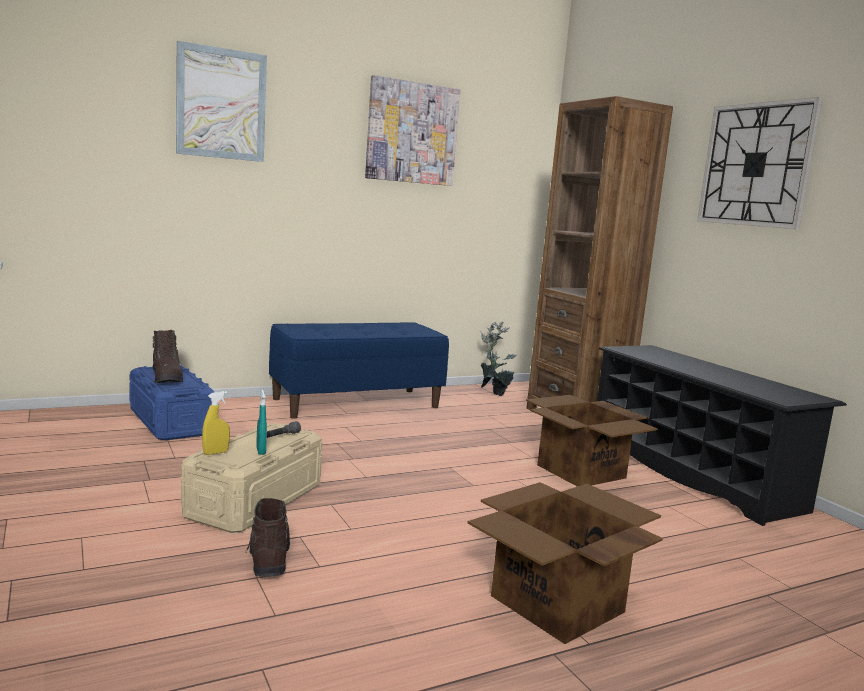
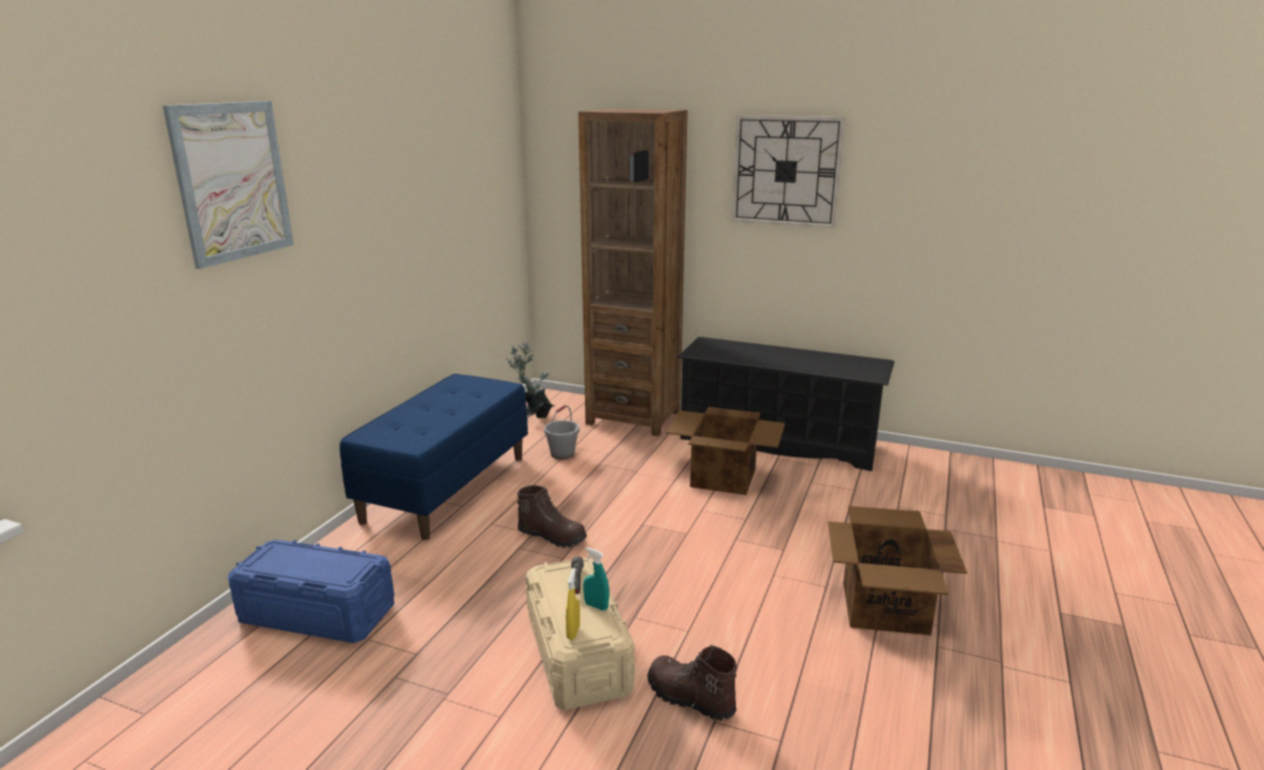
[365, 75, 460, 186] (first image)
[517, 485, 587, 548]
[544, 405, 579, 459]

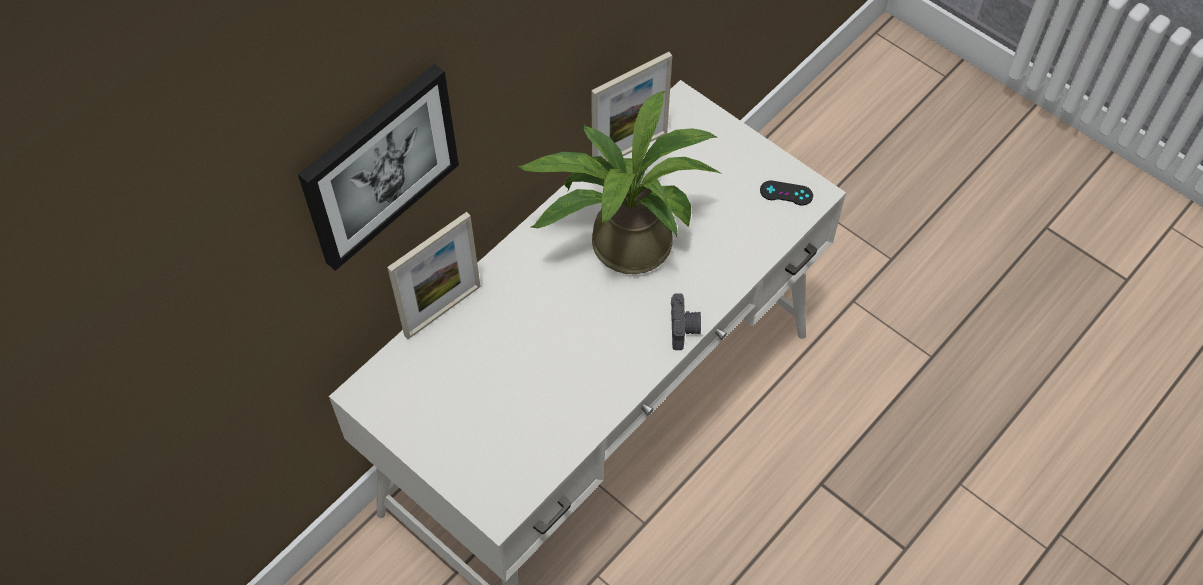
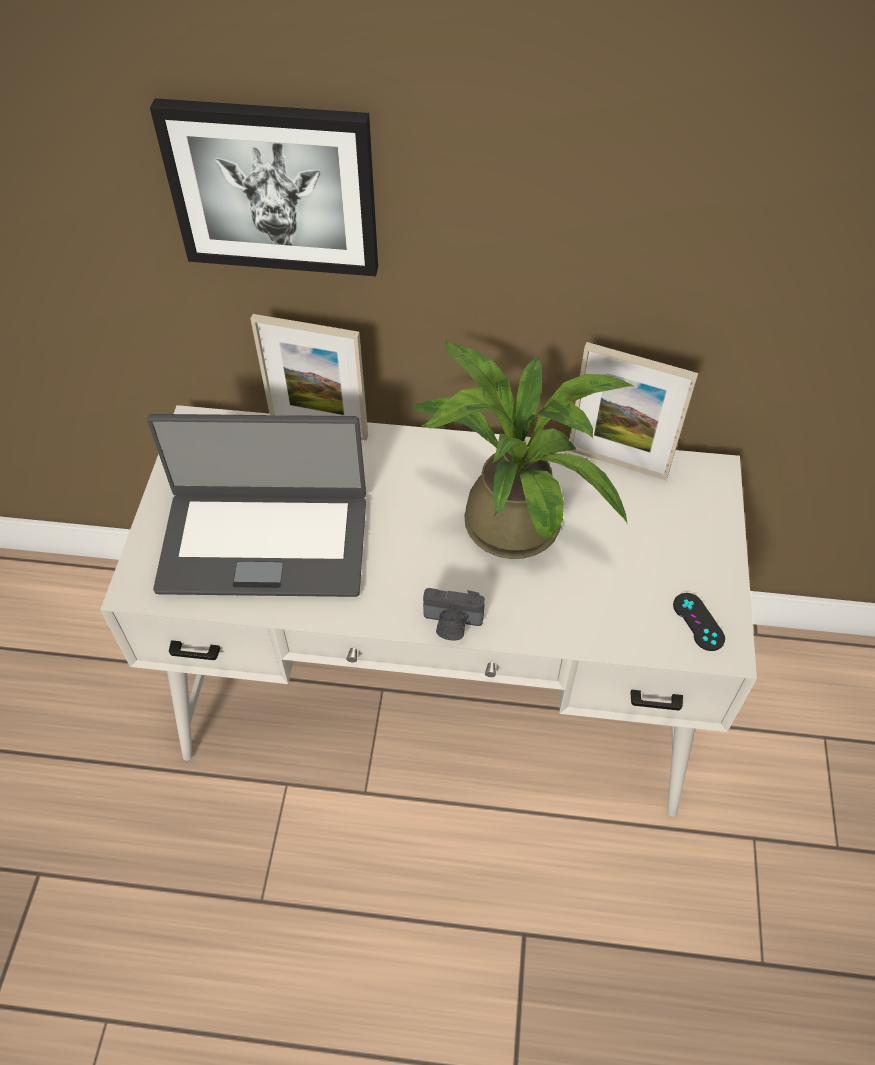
[423, 588, 485, 641]
[147, 414, 366, 597]

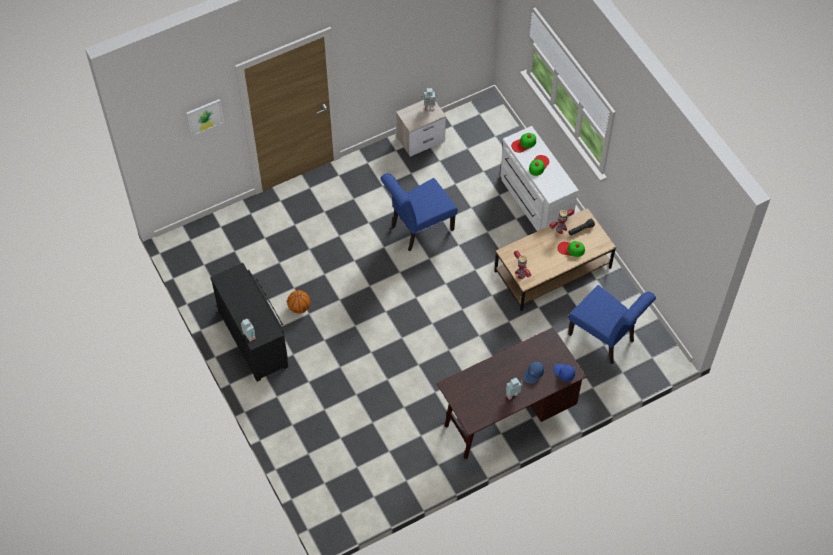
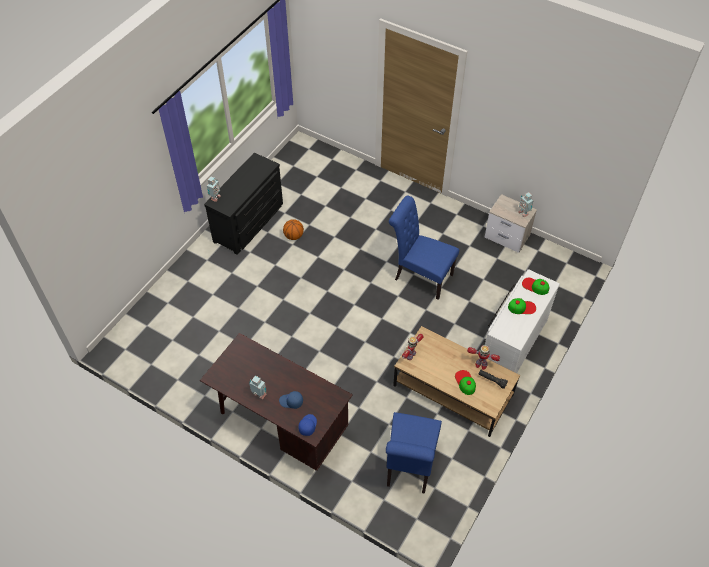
[186, 99, 224, 136] (first image)

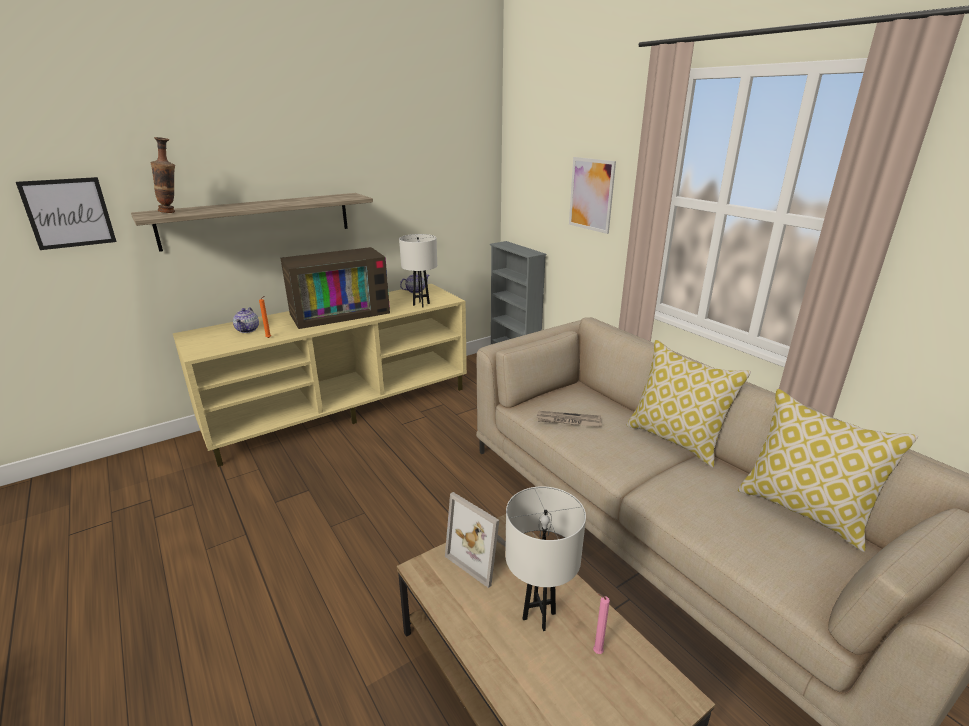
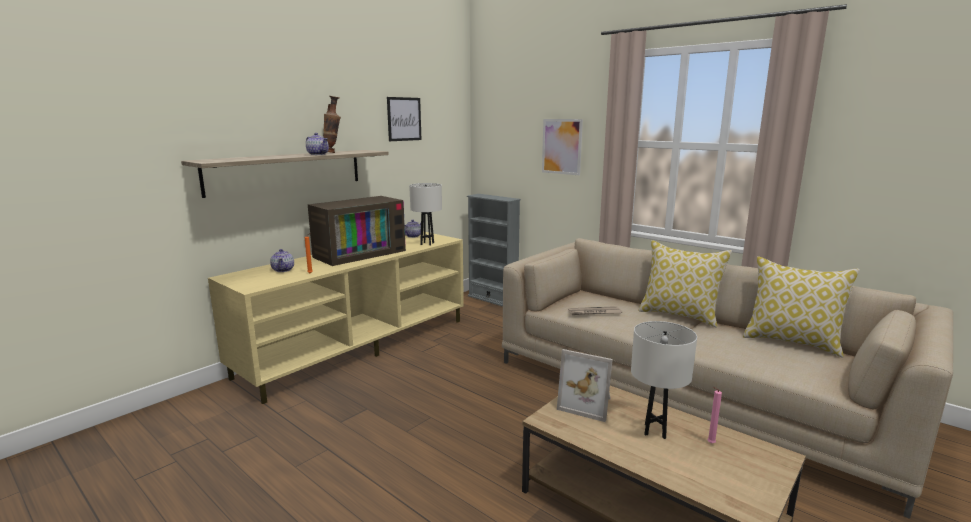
[323, 96, 341, 153]
[387, 97, 422, 141]
[306, 133, 329, 155]

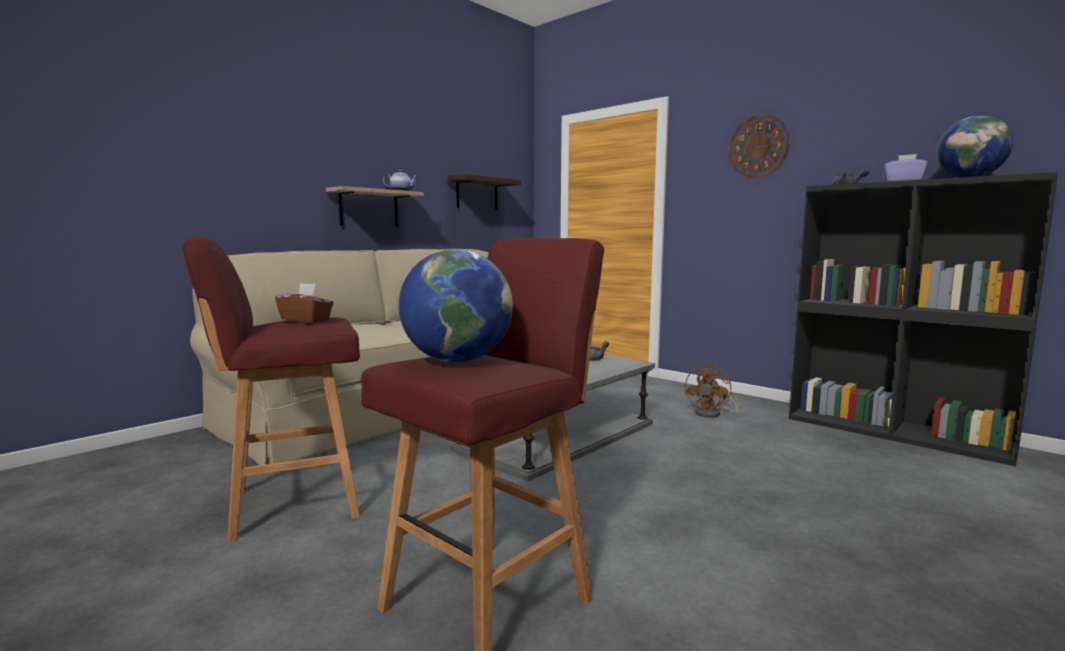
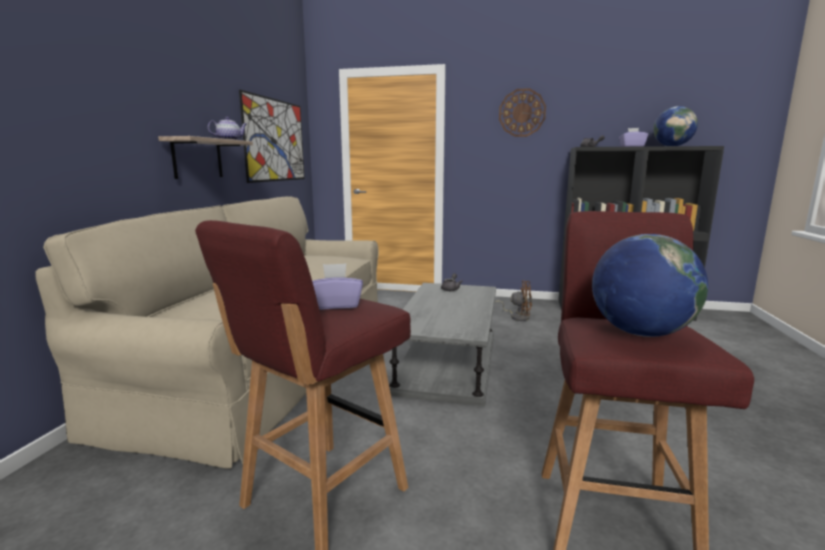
[239, 90, 305, 183]
[312, 263, 363, 310]
[493, 281, 532, 321]

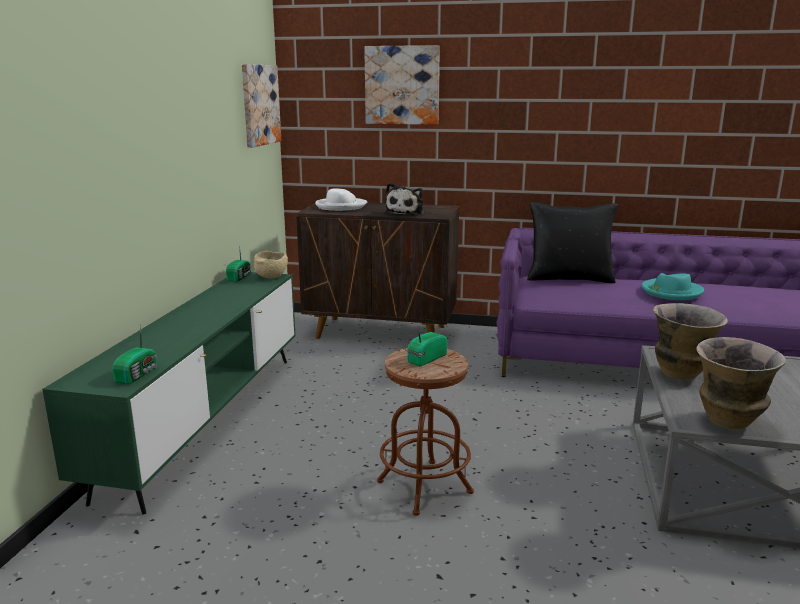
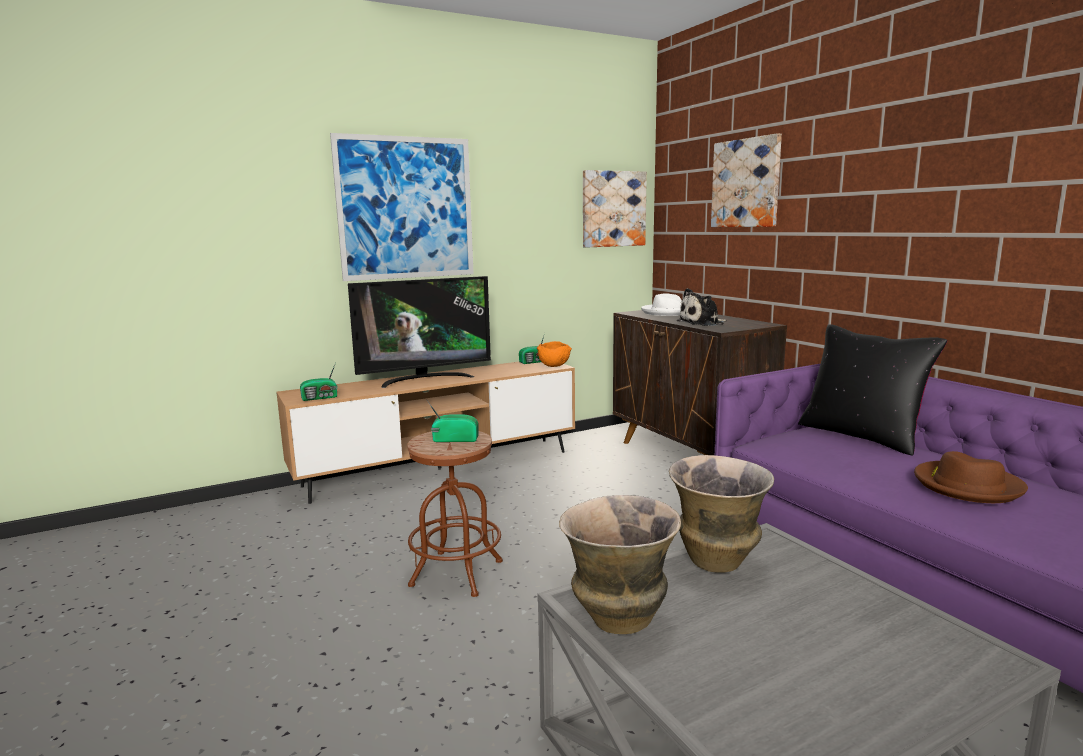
[537, 341, 572, 367]
[276, 362, 575, 504]
[914, 451, 1028, 503]
[330, 133, 474, 281]
[348, 276, 491, 388]

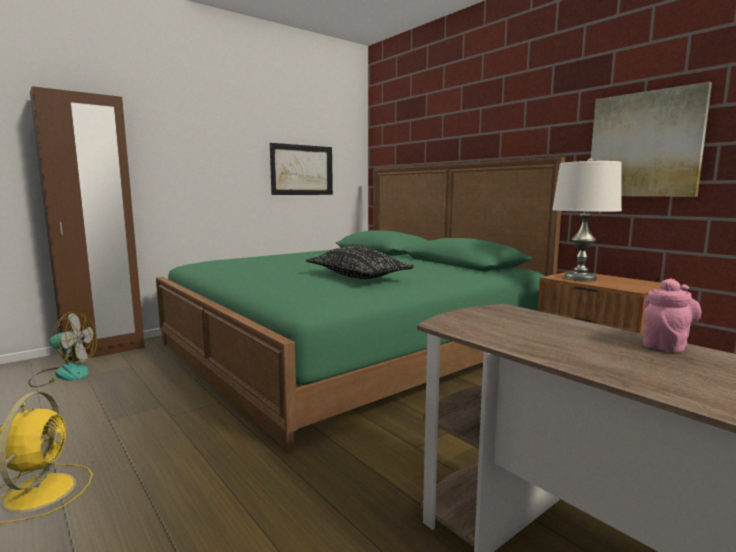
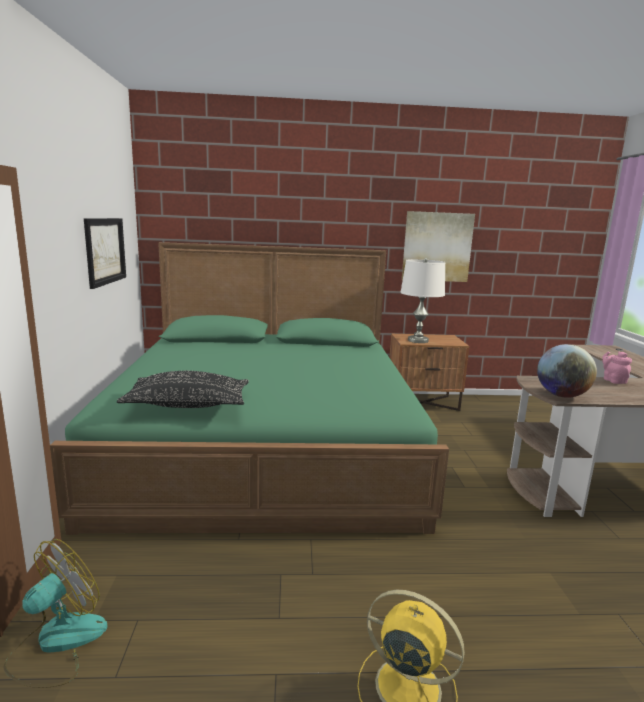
[117, 371, 249, 408]
[537, 344, 597, 398]

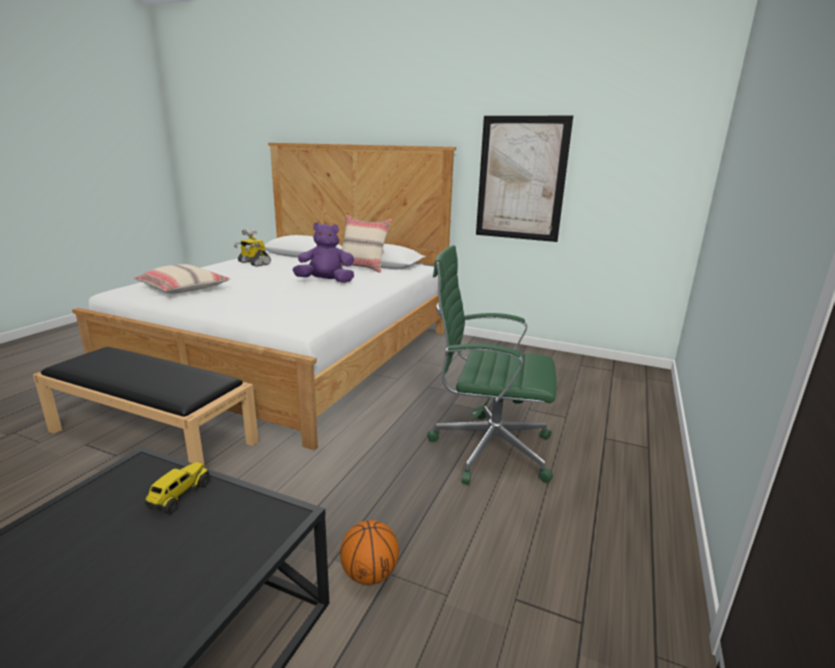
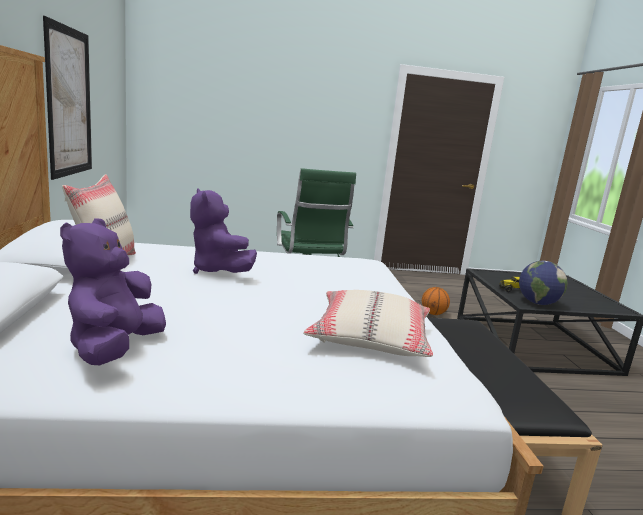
[60, 218, 166, 365]
[519, 261, 568, 305]

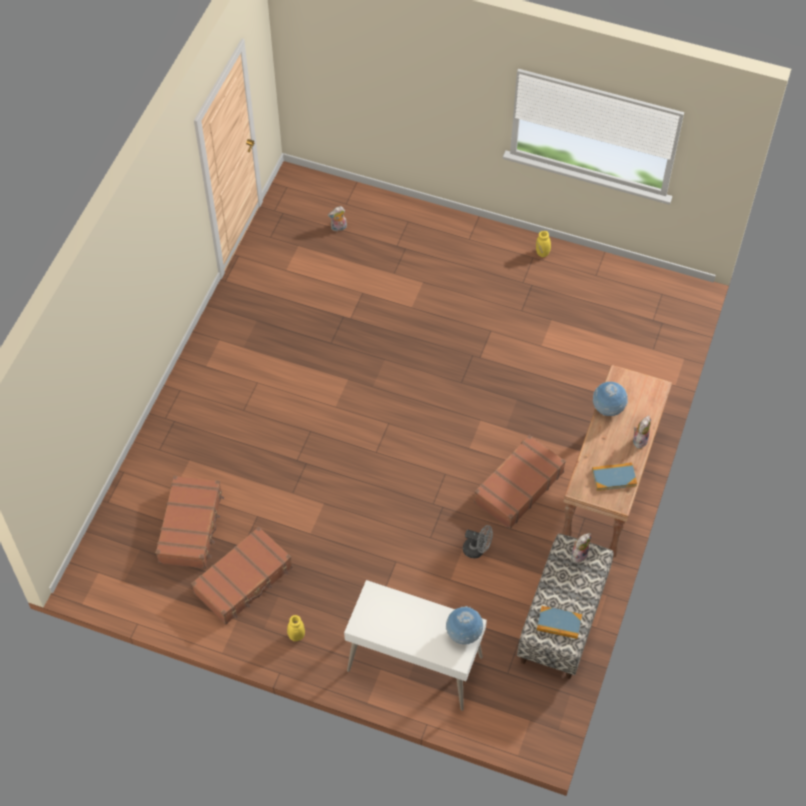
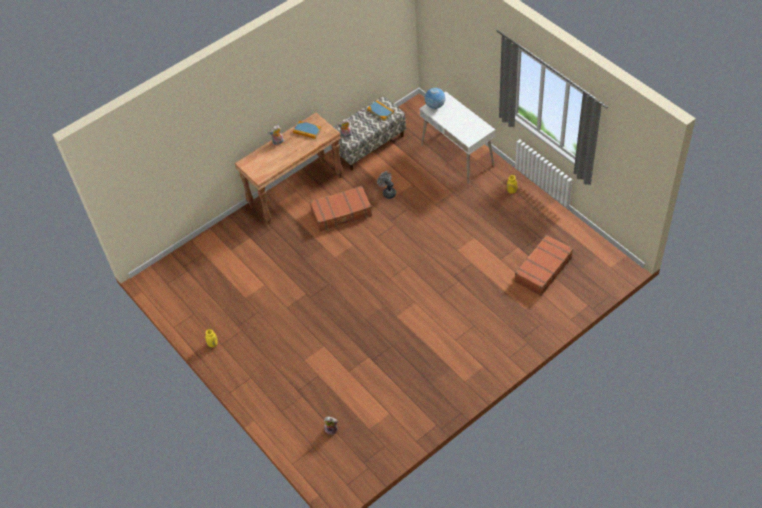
[593, 382, 628, 416] (first image)
[191, 526, 292, 624] (first image)

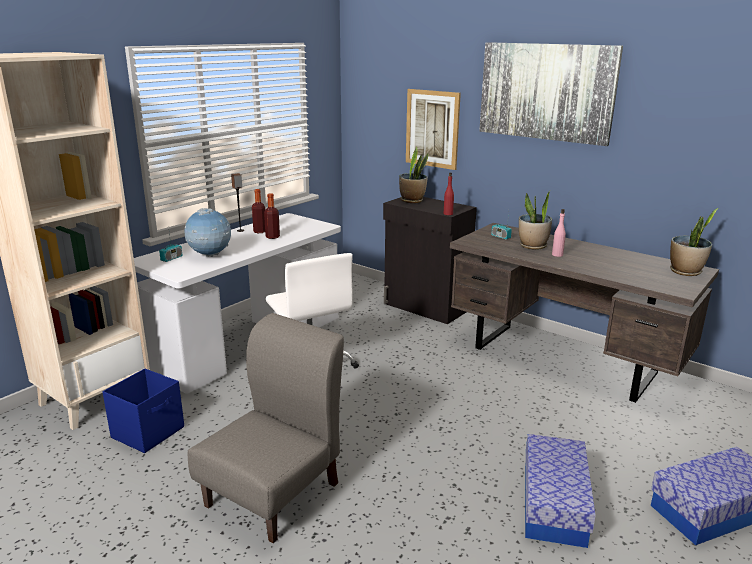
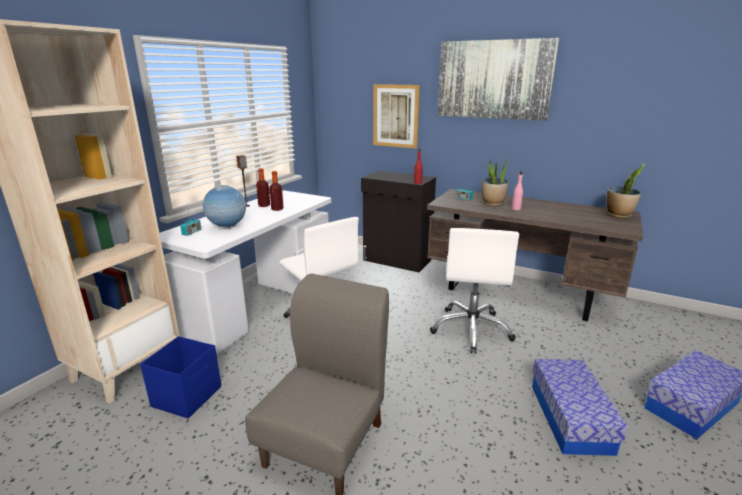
[399, 147, 428, 203] (first image)
[430, 228, 519, 354]

